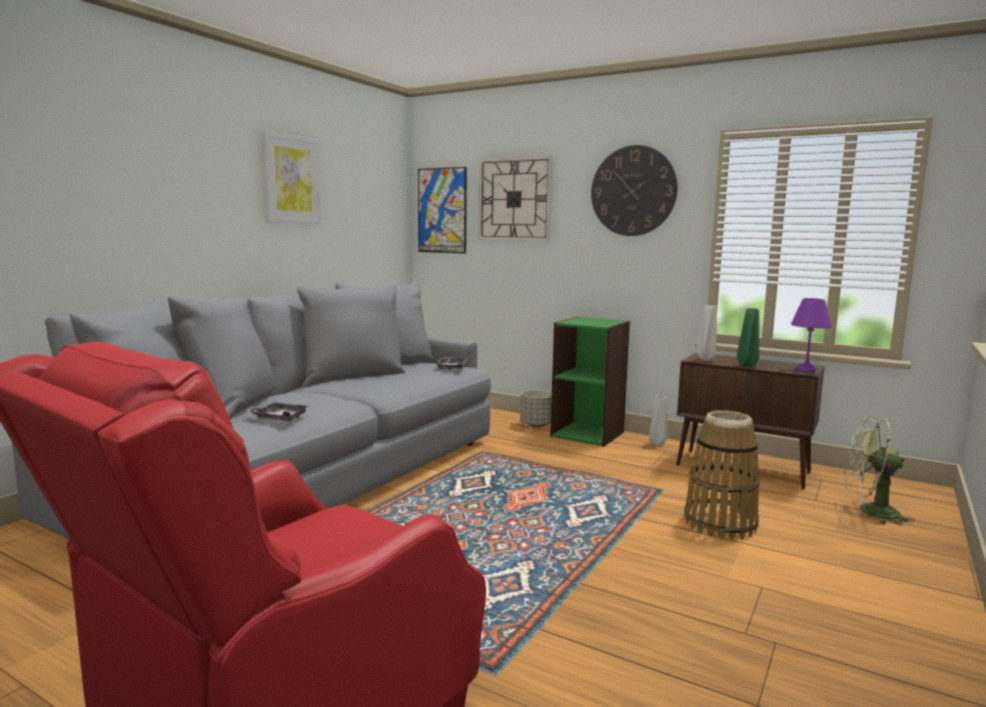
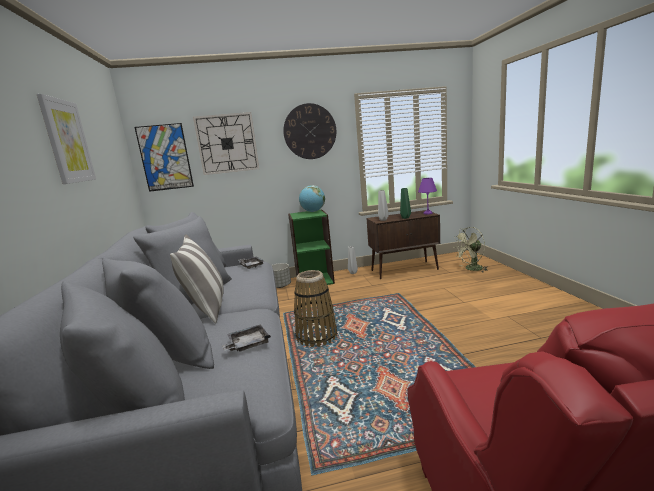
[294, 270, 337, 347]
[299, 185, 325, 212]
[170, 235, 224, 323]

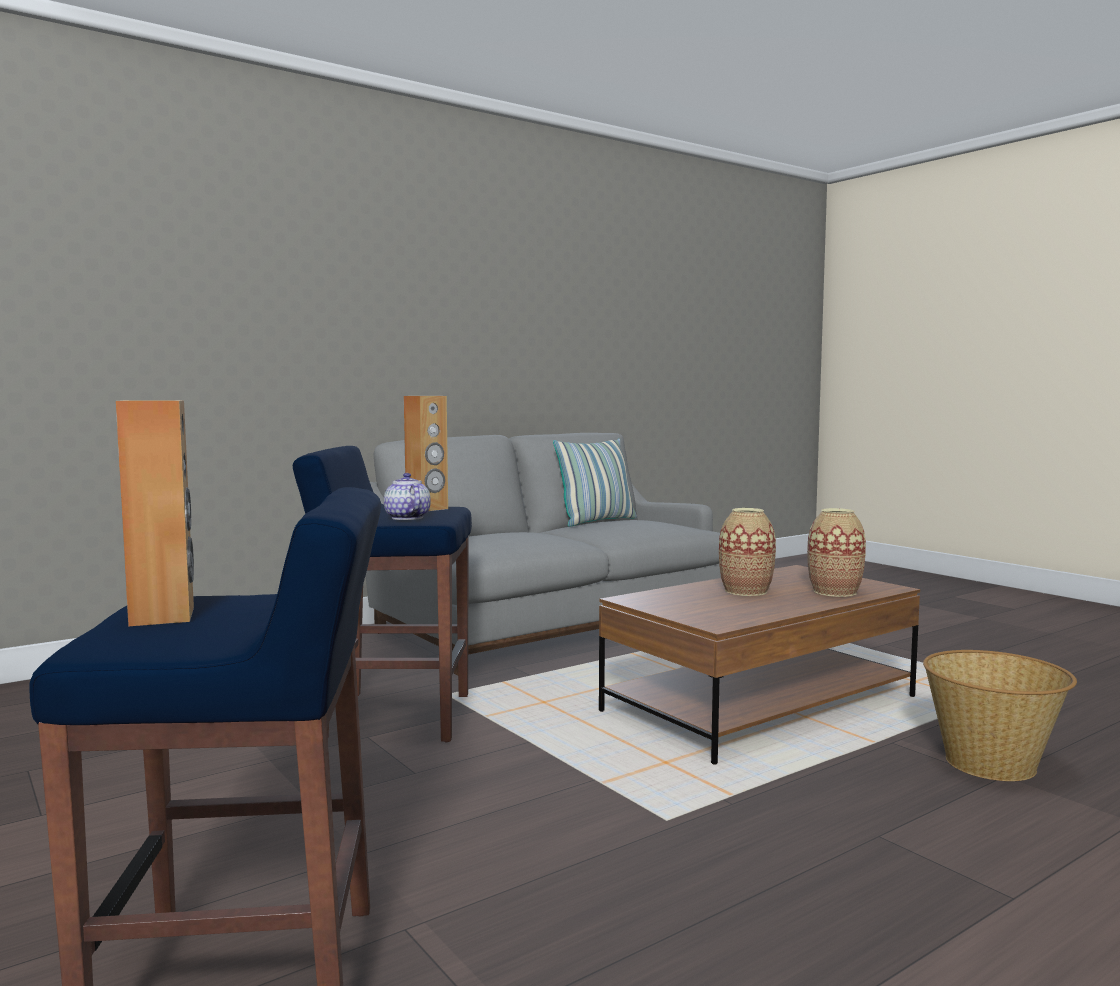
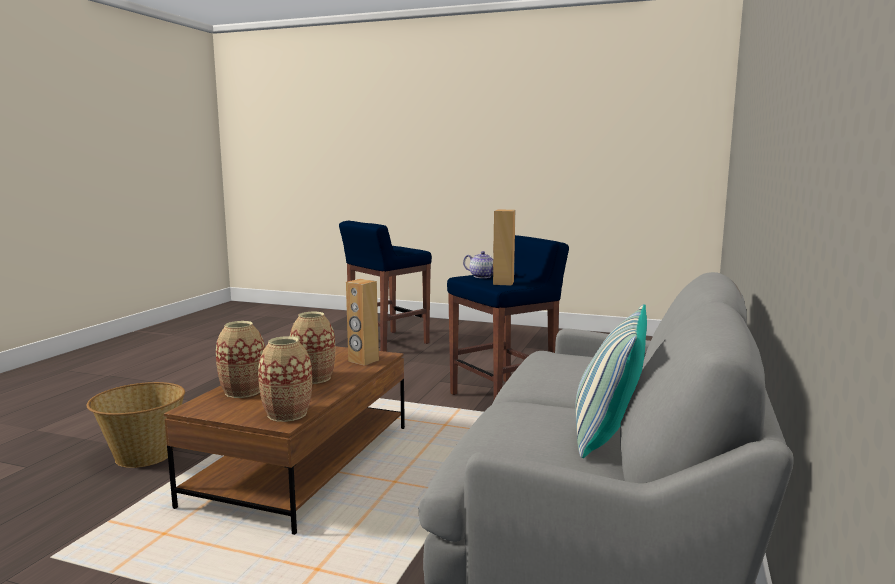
[346, 279, 379, 365]
[258, 336, 312, 422]

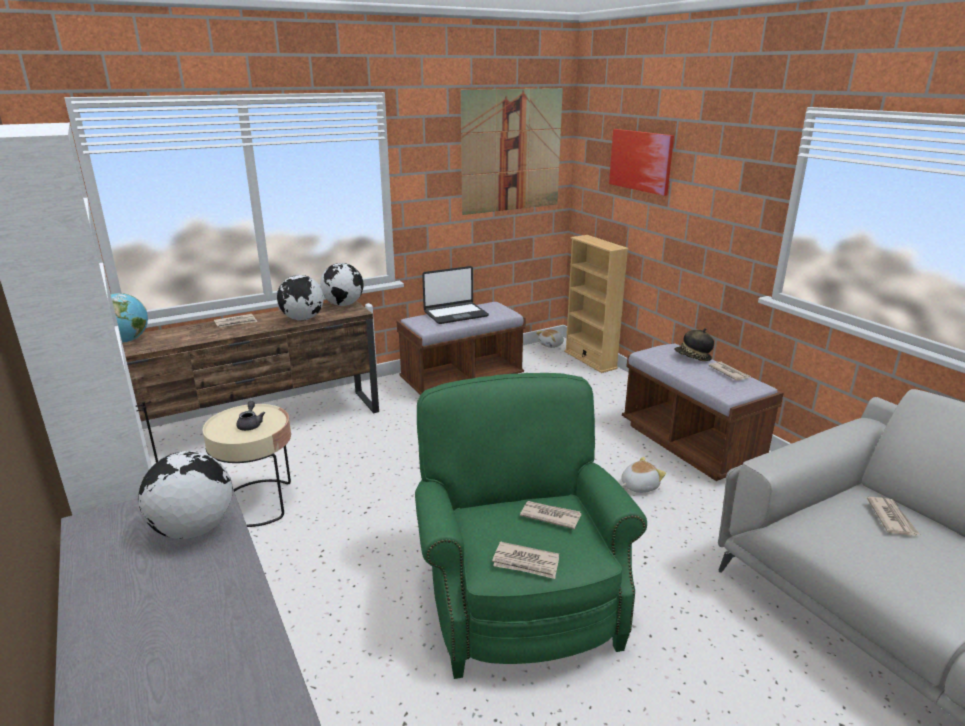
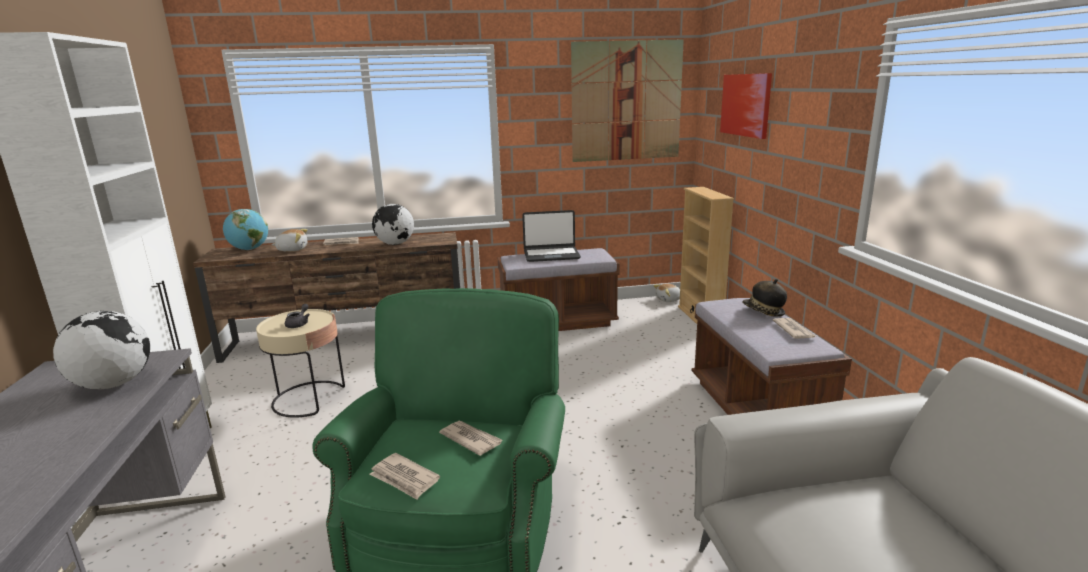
[320, 263, 363, 306] (first image)
[271, 229, 308, 252]
[867, 497, 920, 536] (first image)

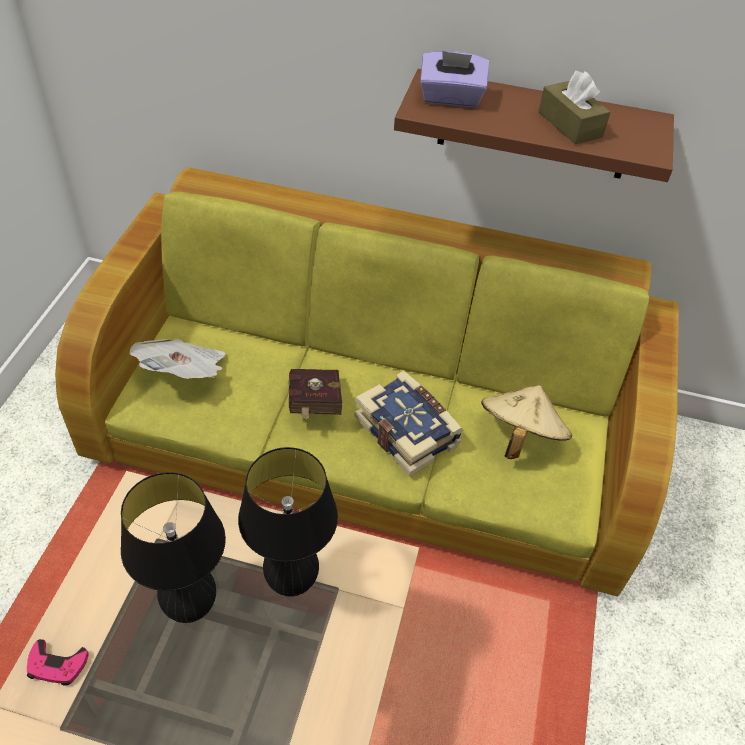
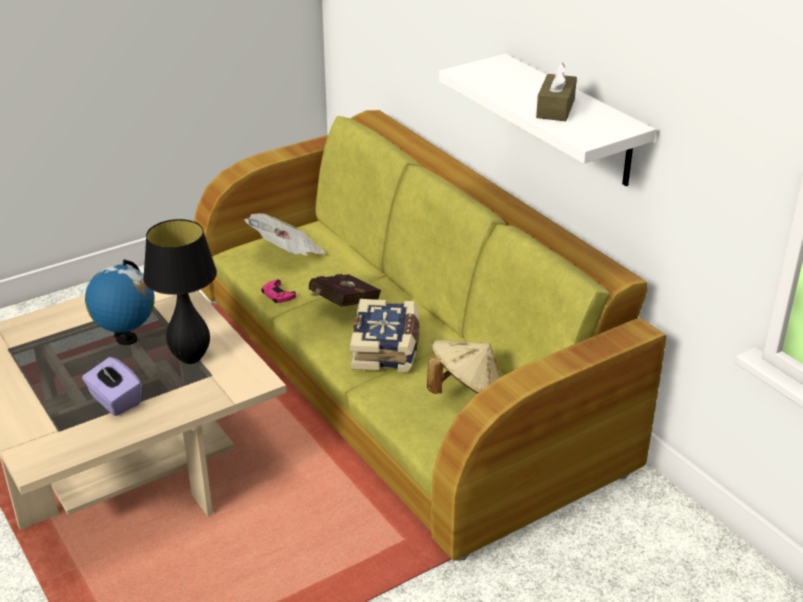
[82, 357, 142, 416]
[439, 54, 656, 186]
[85, 259, 155, 345]
[261, 279, 296, 303]

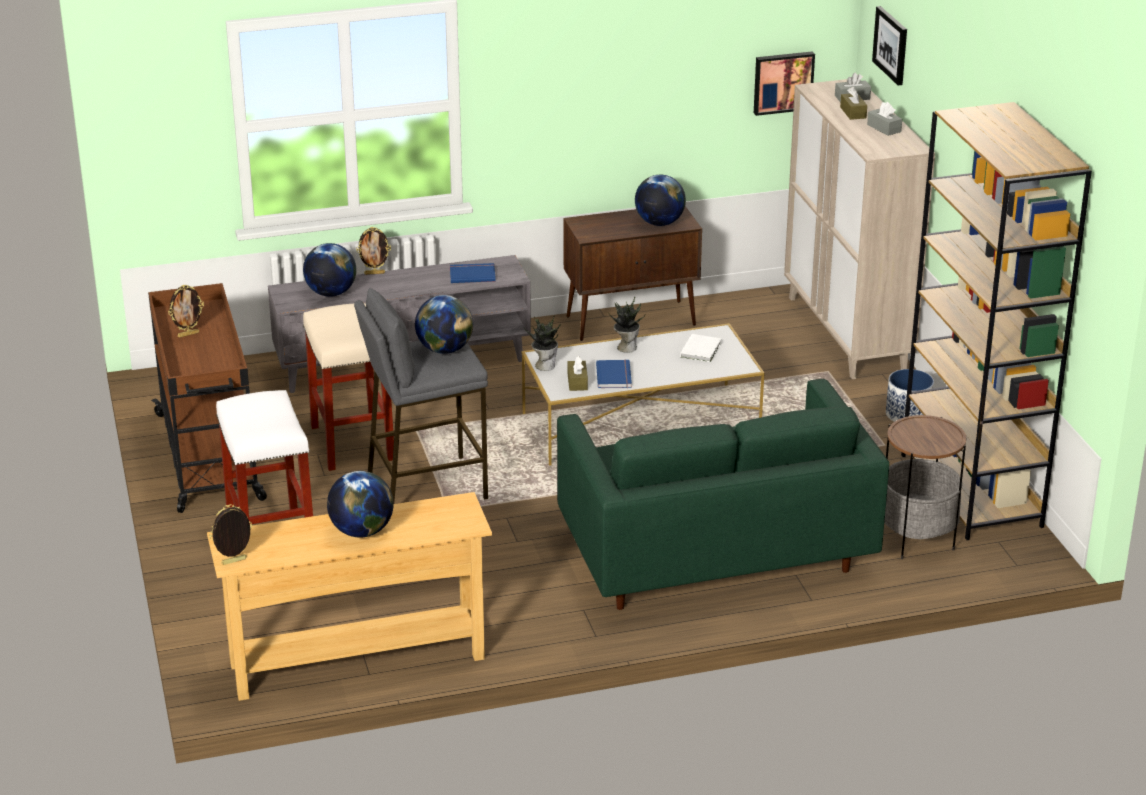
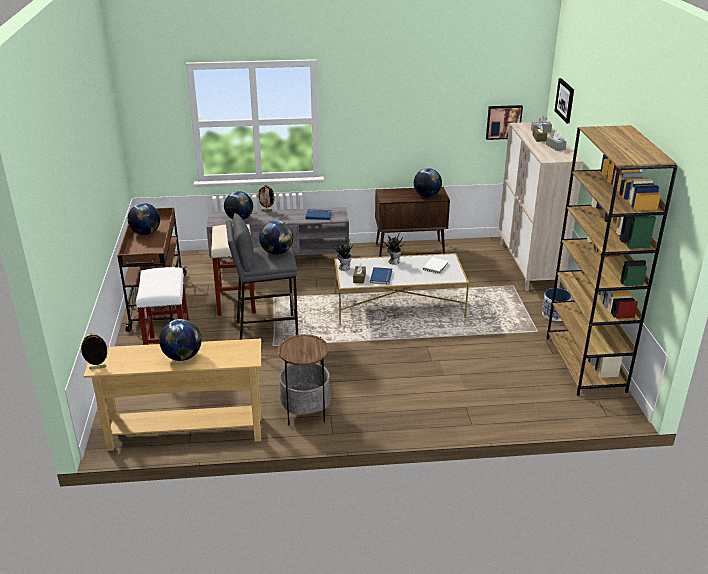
[128, 203, 160, 235]
[557, 379, 889, 610] (first image)
[278, 334, 331, 425]

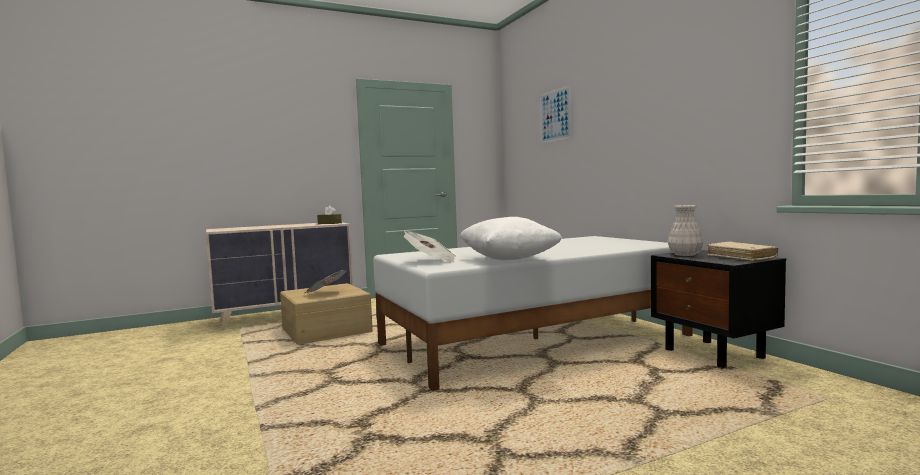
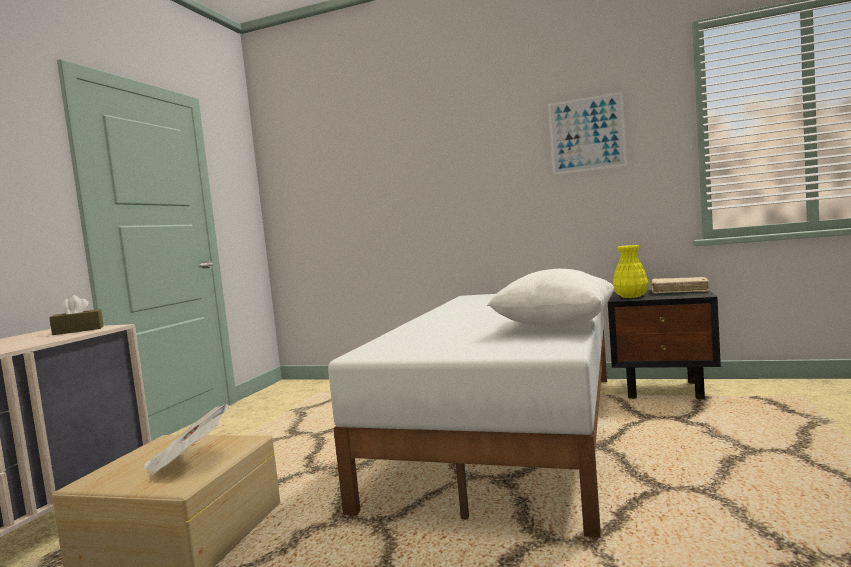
[548, 92, 627, 175]
[613, 245, 649, 298]
[404, 230, 456, 263] (first image)

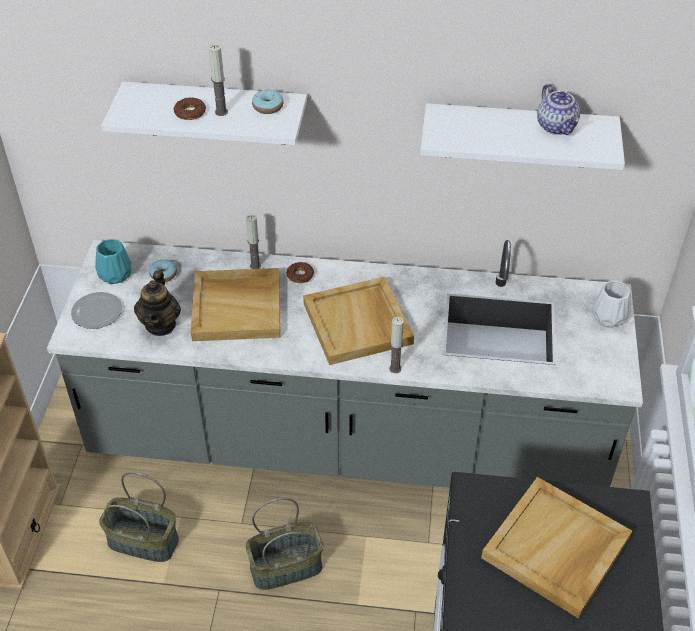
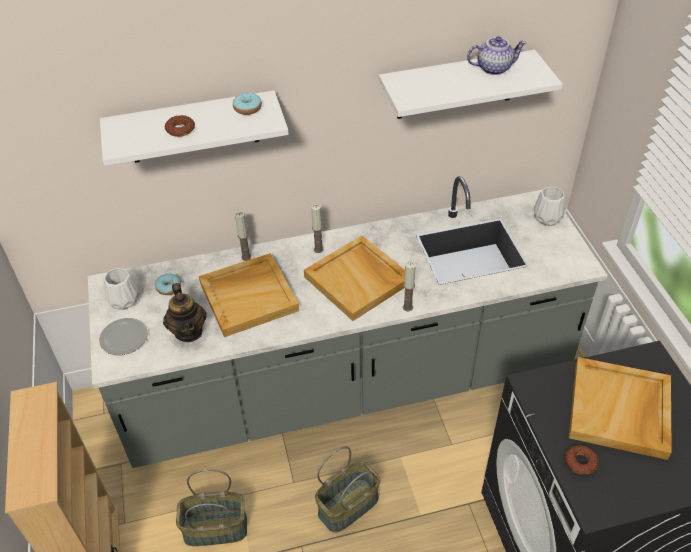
[311, 204, 324, 253]
[467, 36, 527, 75]
[104, 268, 140, 310]
[565, 445, 598, 475]

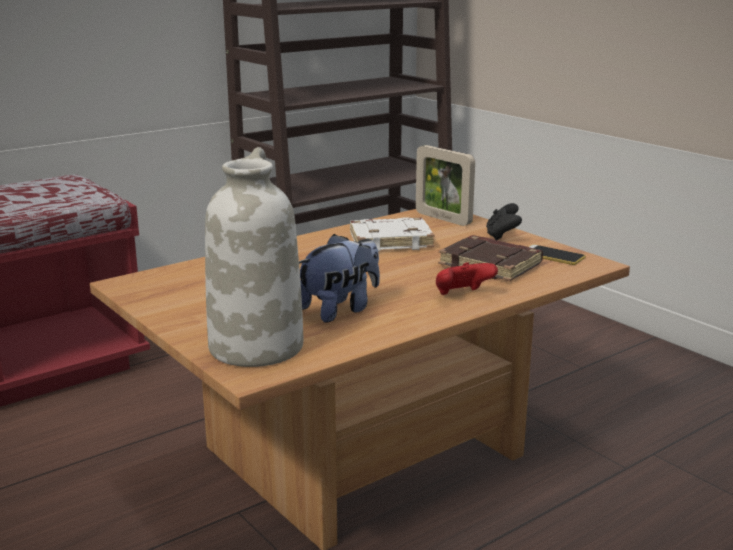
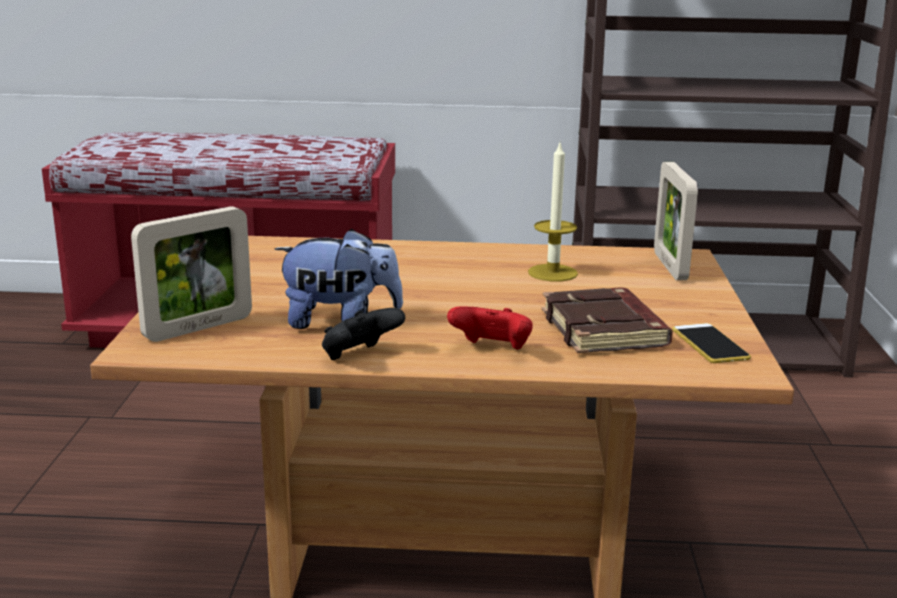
[131, 206, 252, 342]
[322, 308, 405, 360]
[528, 140, 578, 281]

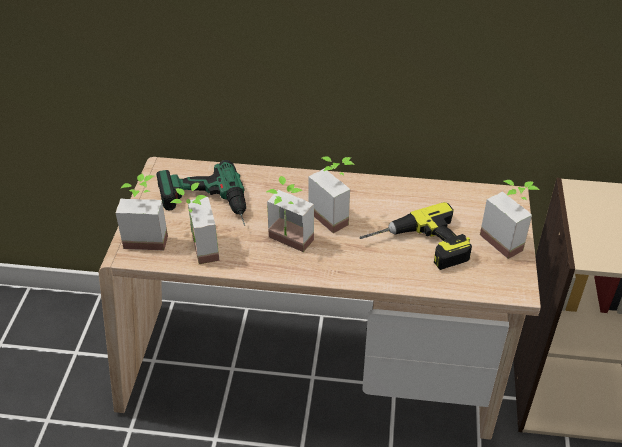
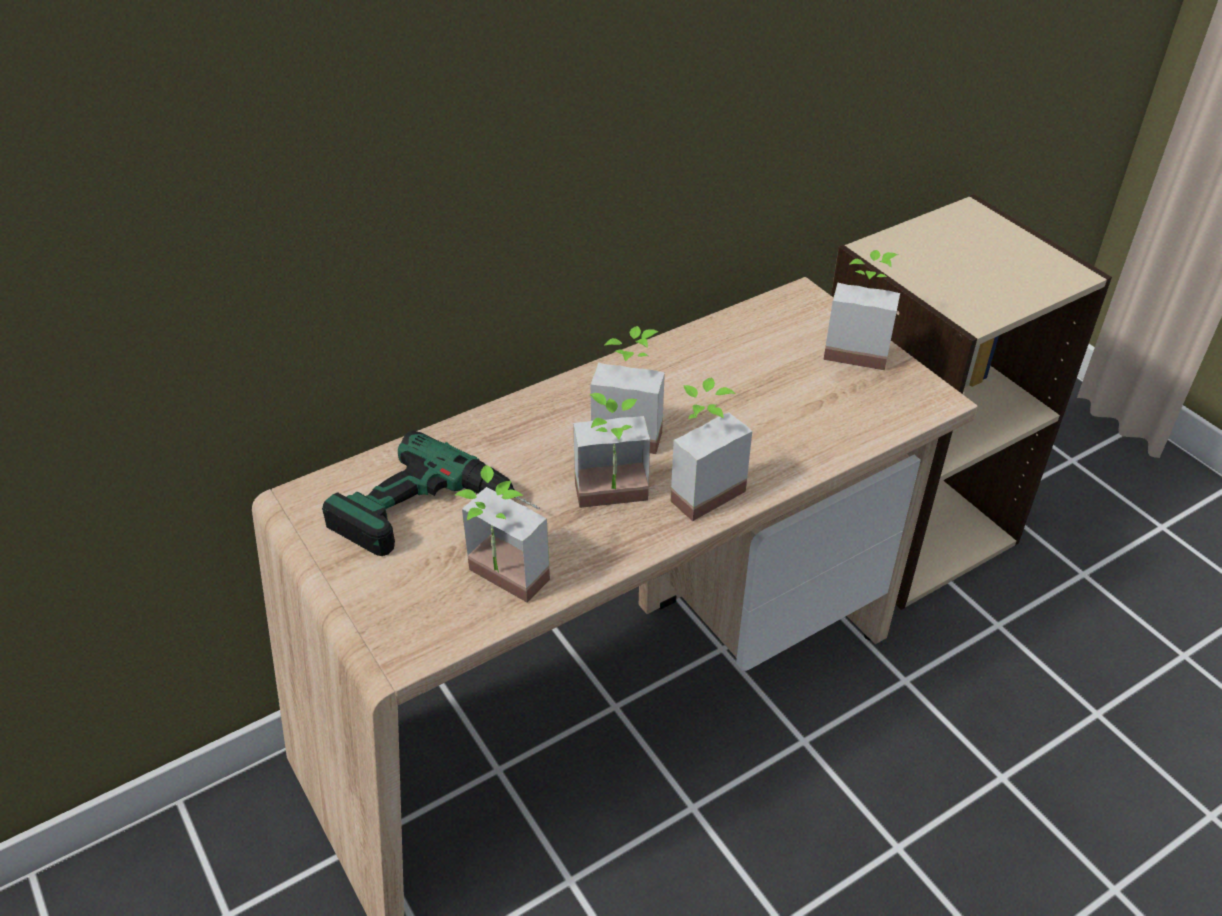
[671, 377, 752, 521]
[360, 202, 472, 270] (first image)

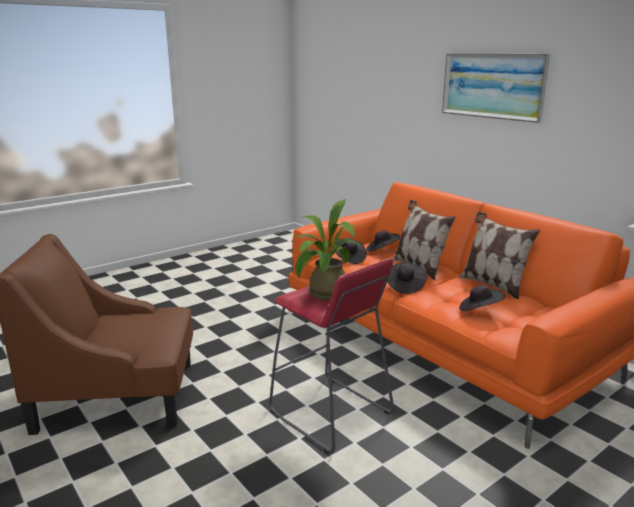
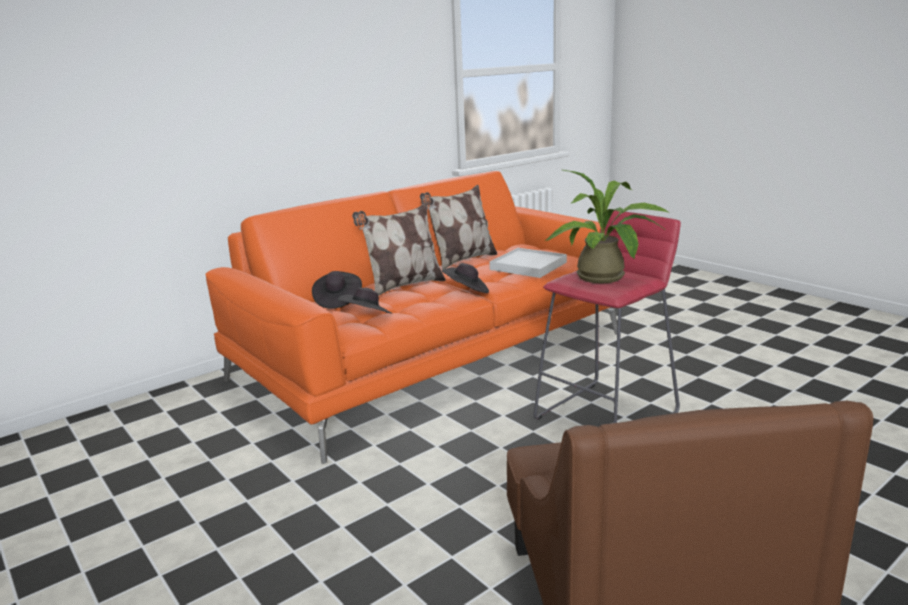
[442, 54, 550, 123] (first image)
[489, 248, 567, 278]

